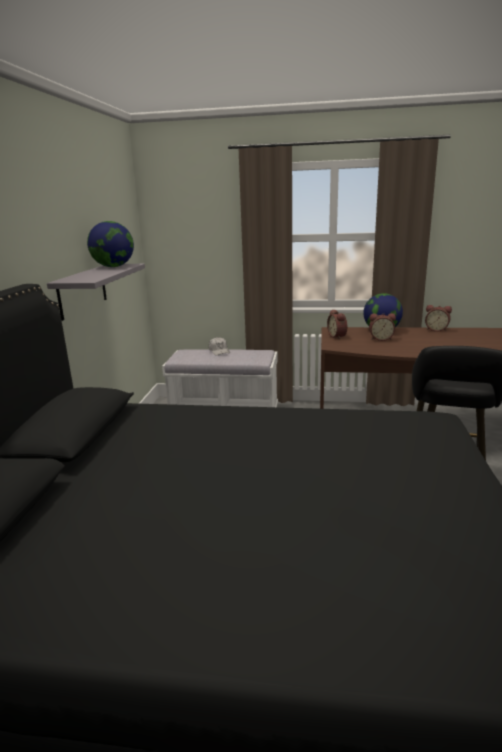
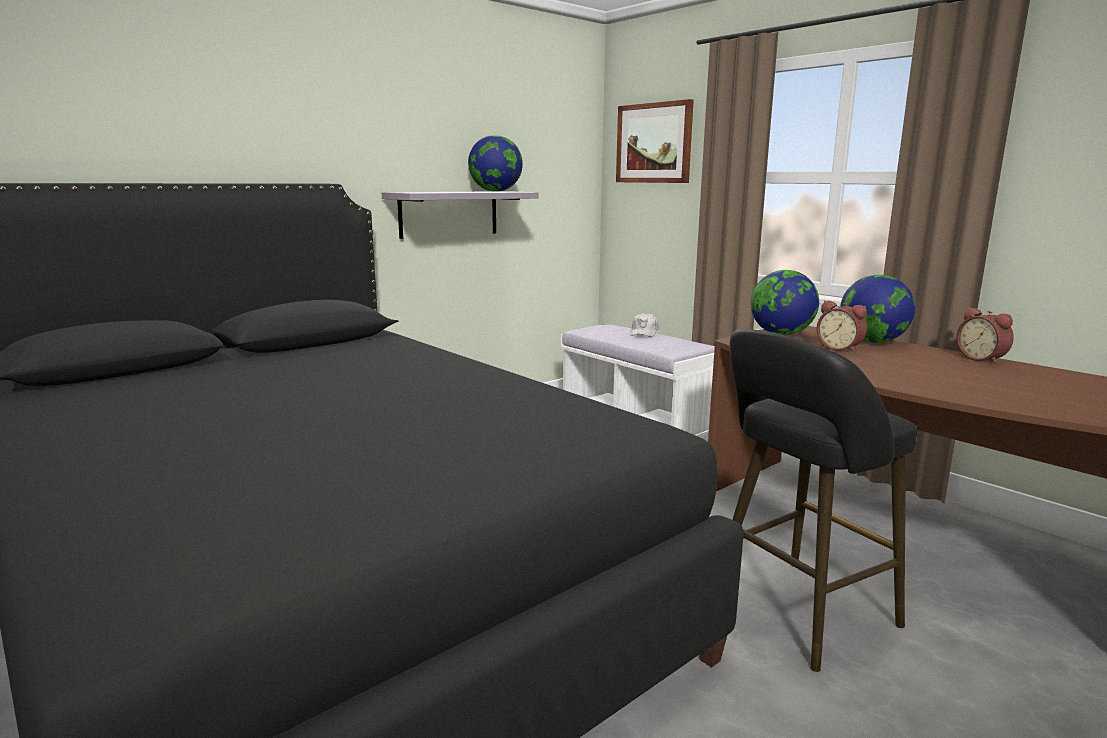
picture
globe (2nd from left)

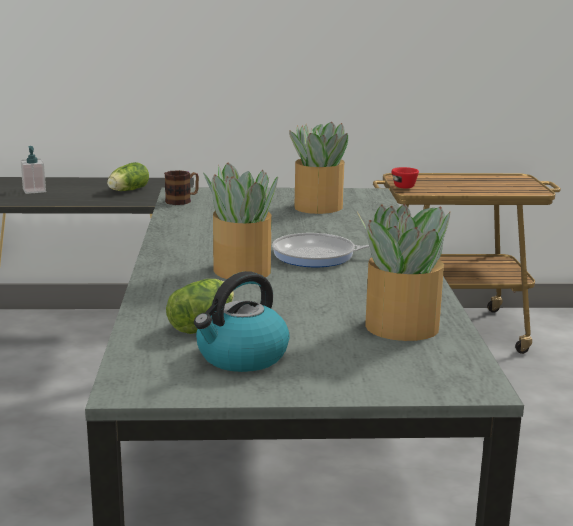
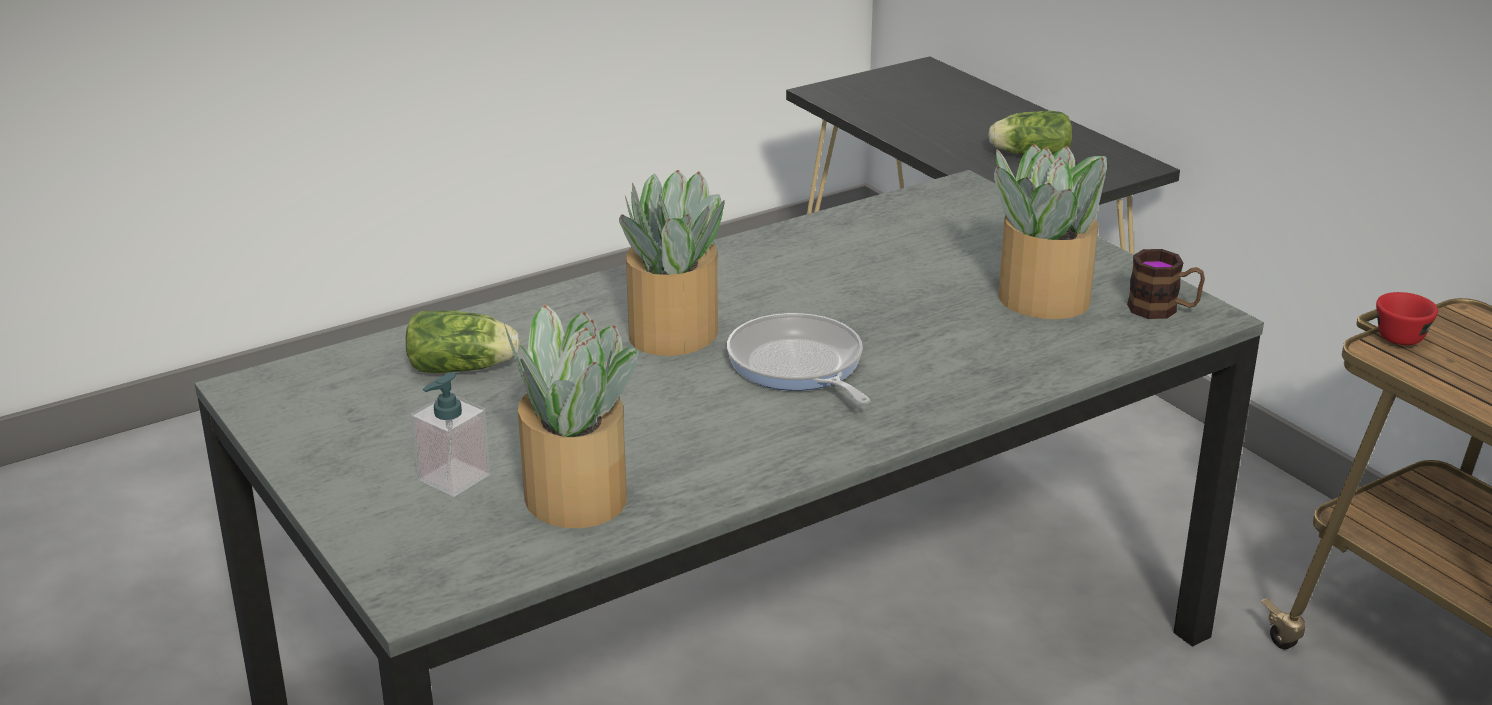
soap dispenser
mug
kettle

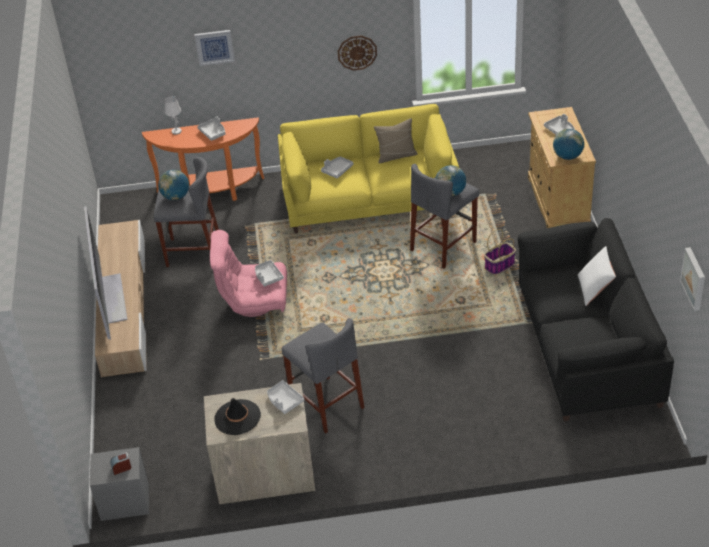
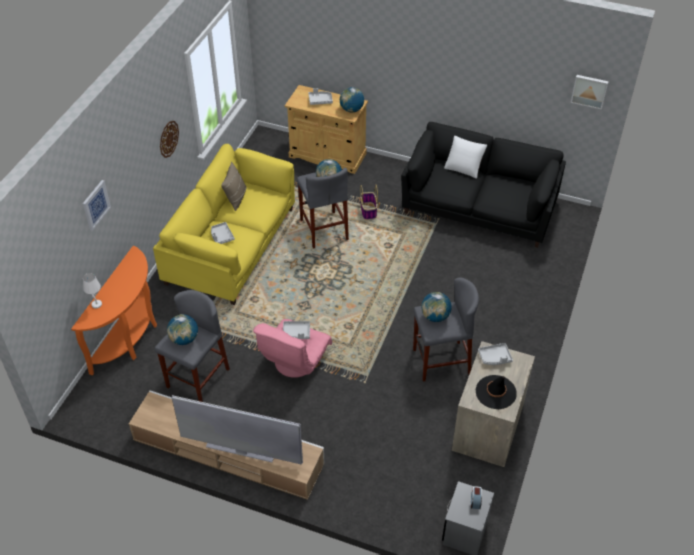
globe (4th from left)
grey tray (1st from left in the first image)

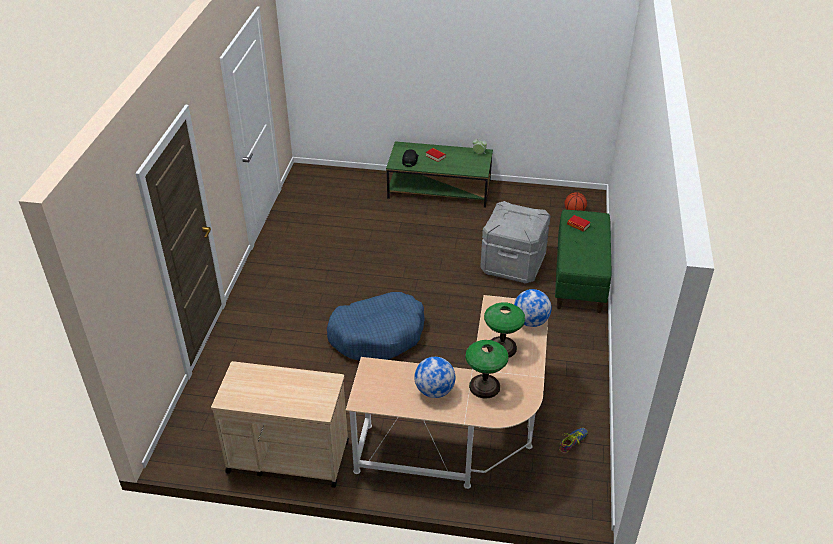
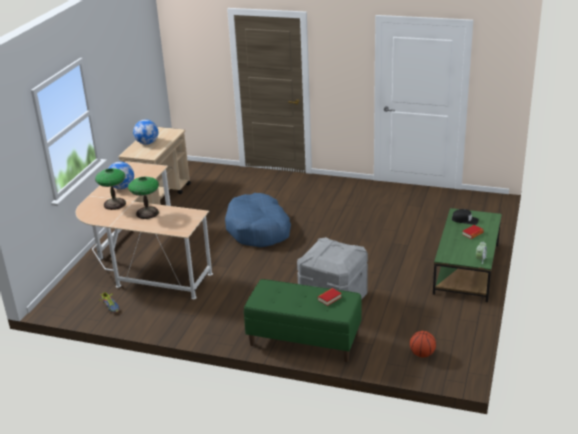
globe (2nd from left)

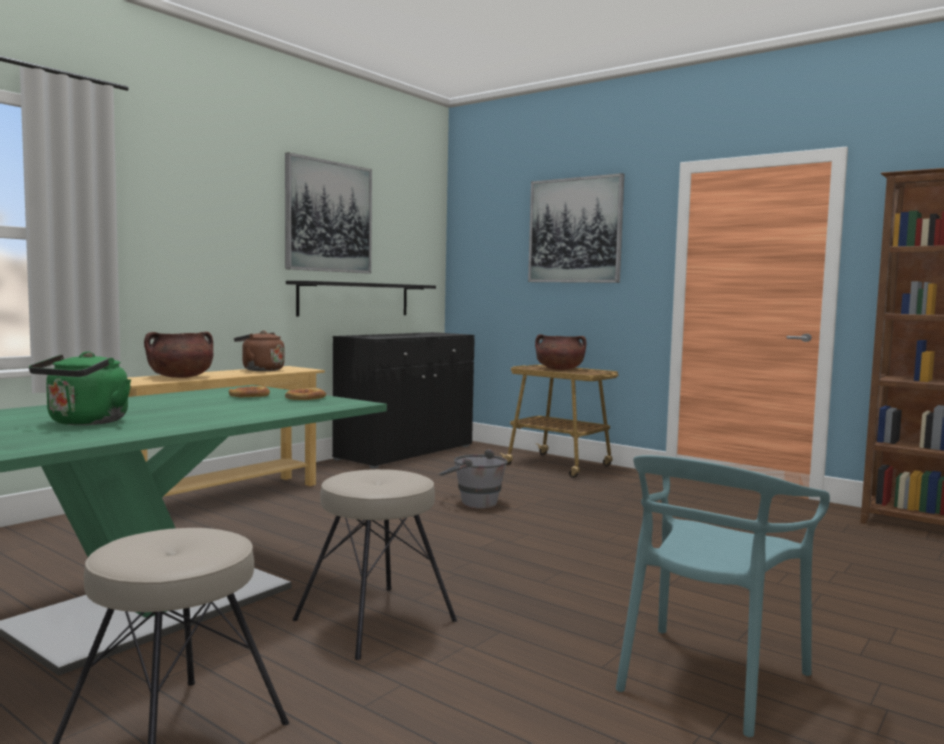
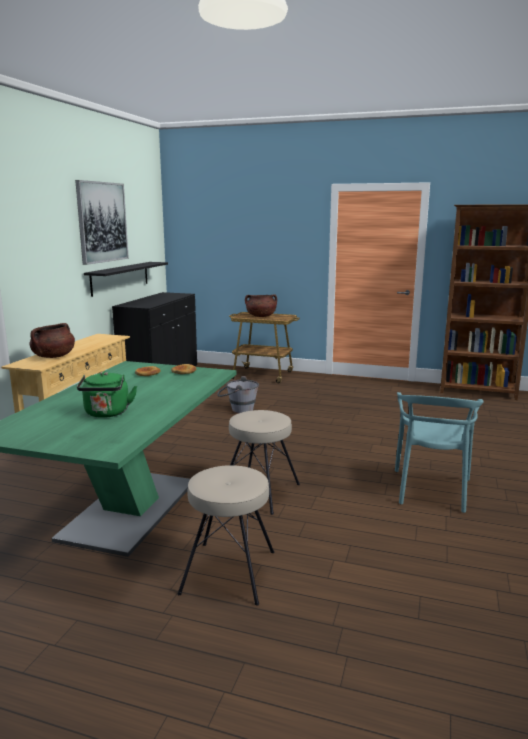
brown kettle
picture (2nd from left in the first image)

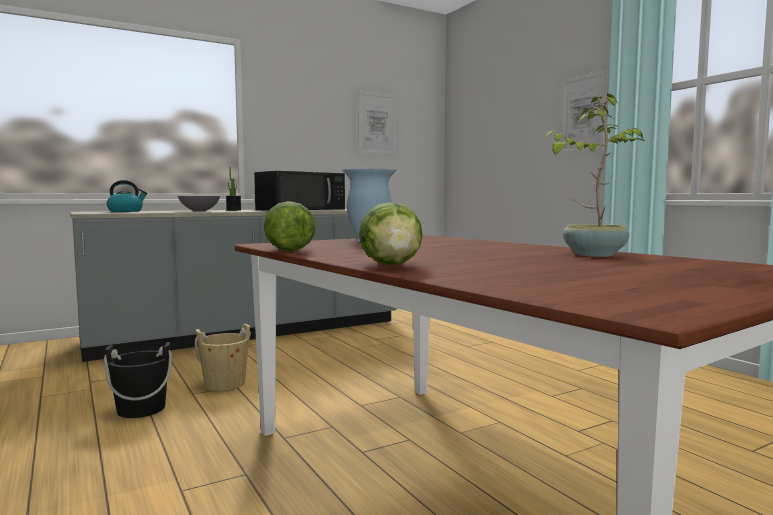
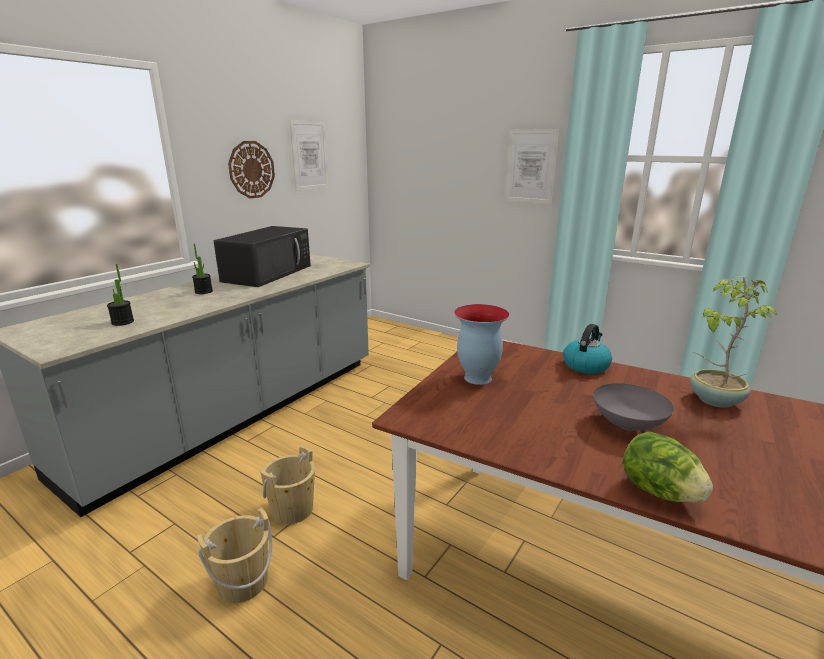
potted plant (1st from left)
beige bucket (1st from left)
wall clock
kettle
grey bowl
lettuce (1st from left in the first image)

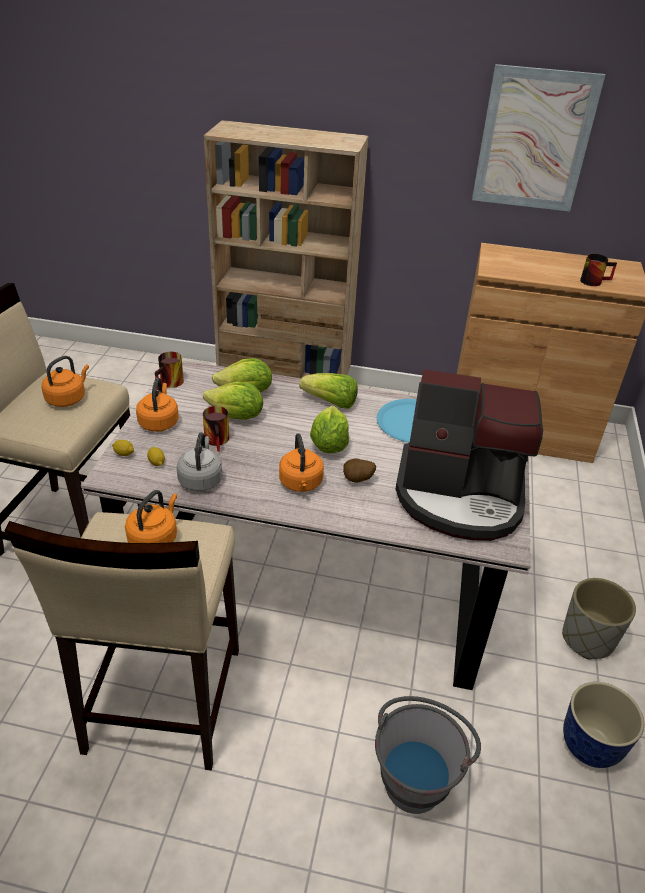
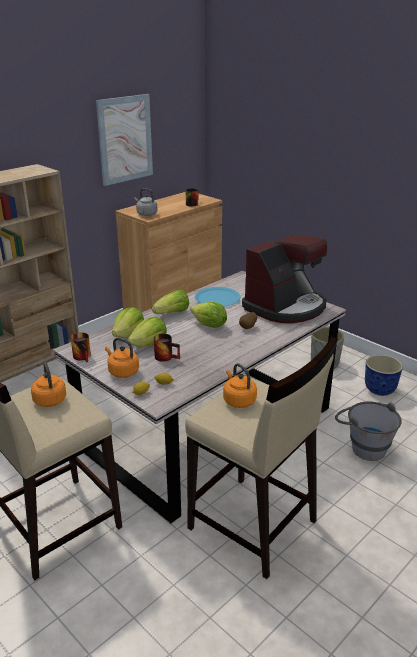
grey kettle
orange kettle (4th from left in the first image)

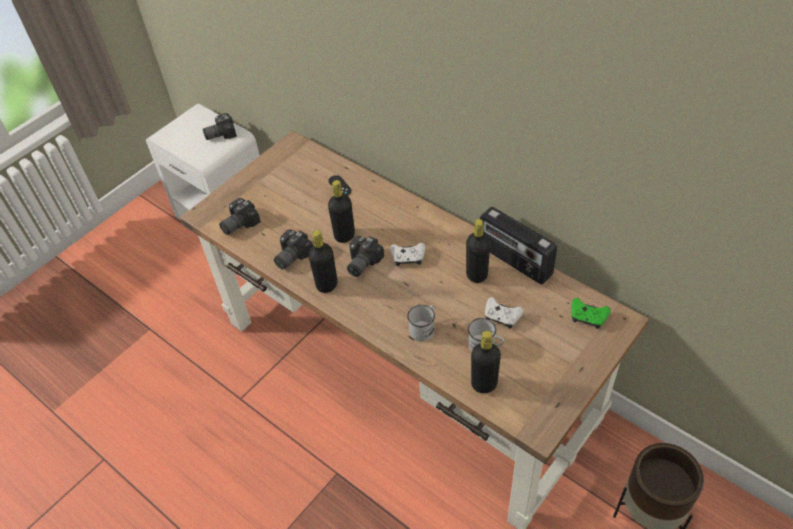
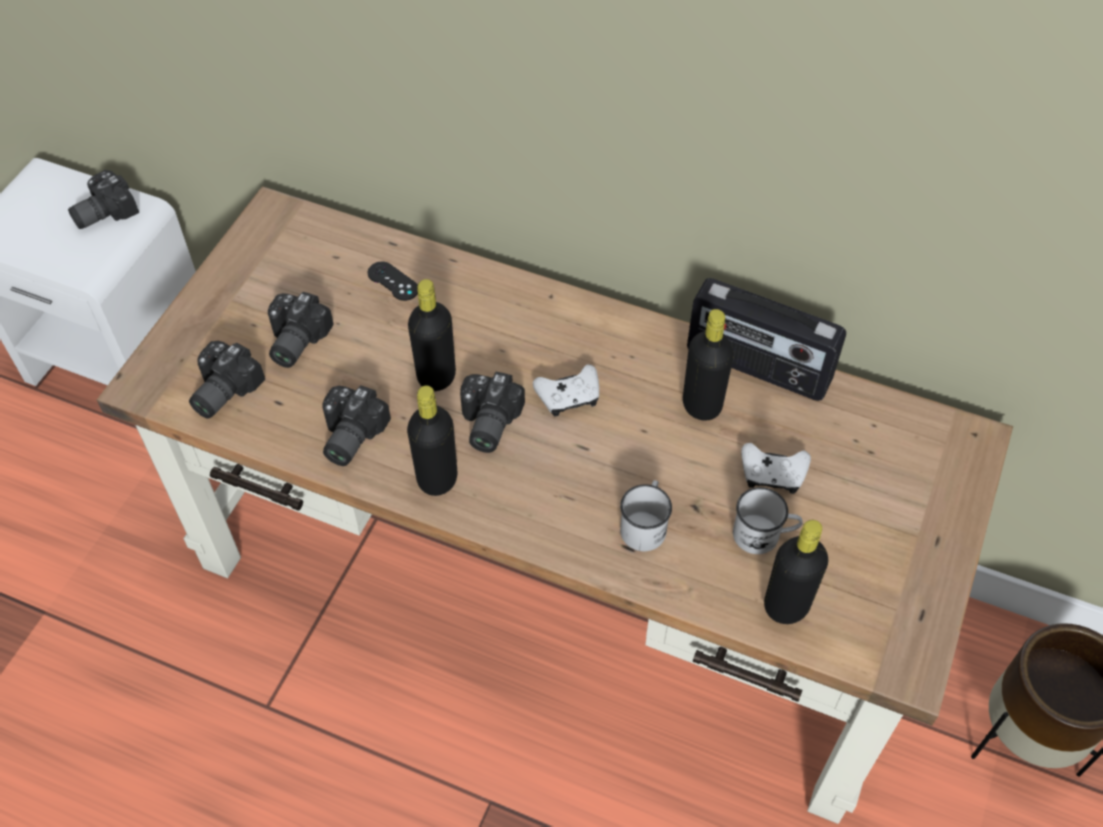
photo camera (3rd from left)
green game controller

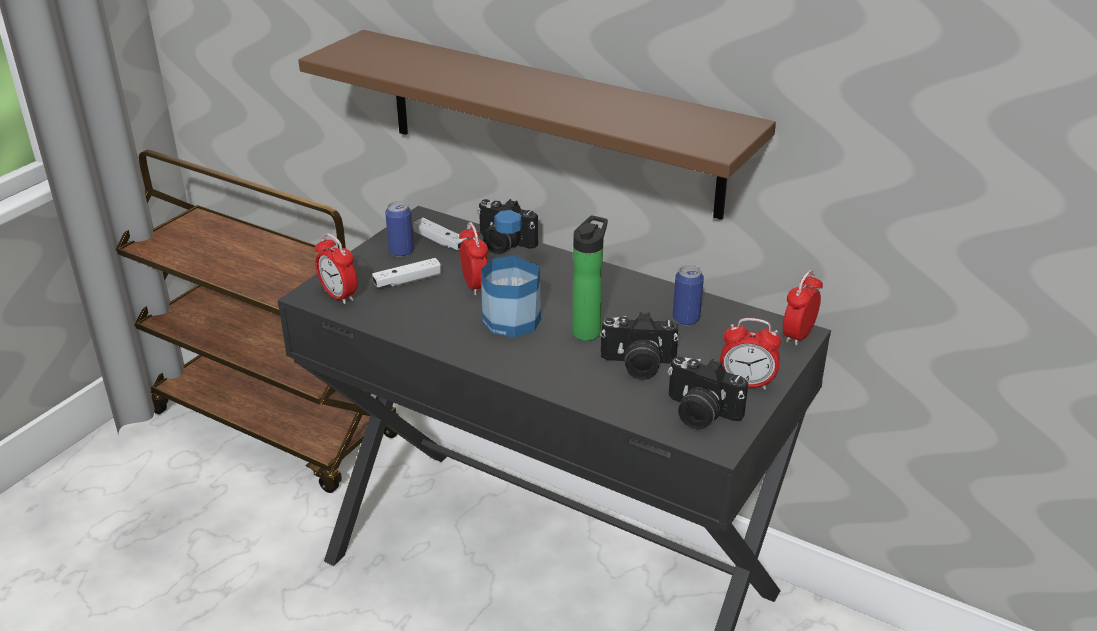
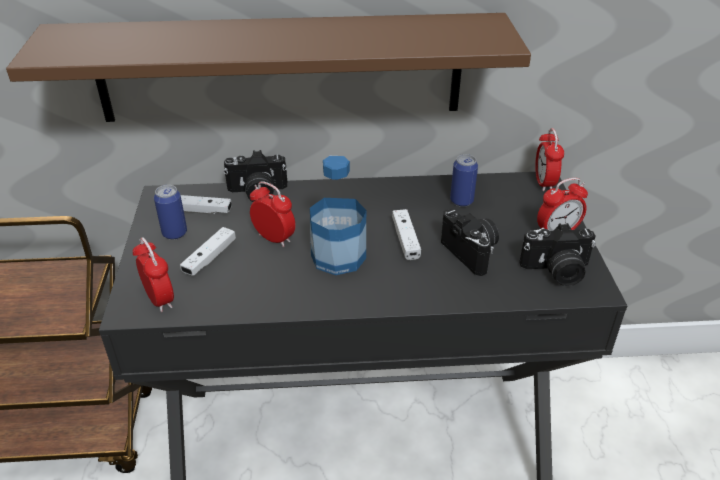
alarm clock (1st from left)
white game controller (3rd from left)
photo camera (2nd from left)

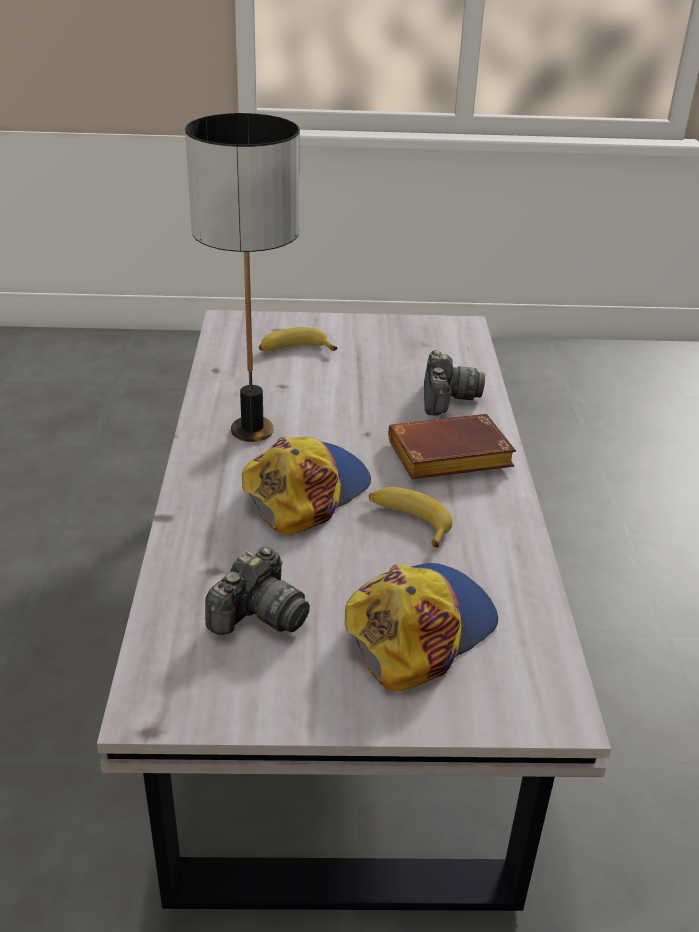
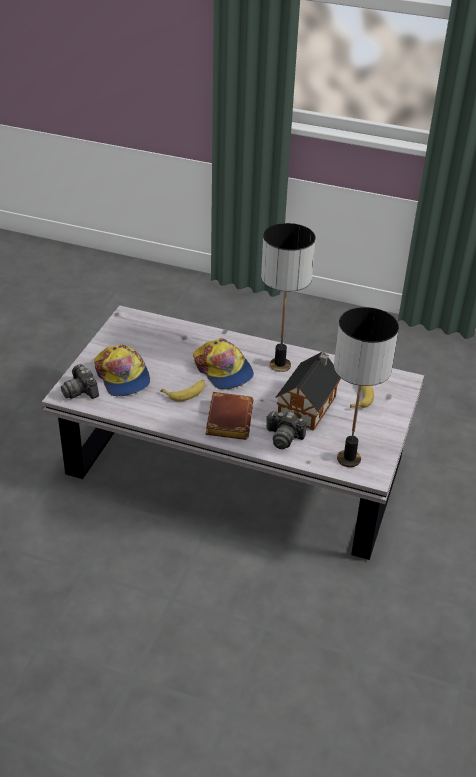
photo camera (1st from left)
toy house
table lamp (2nd from left)

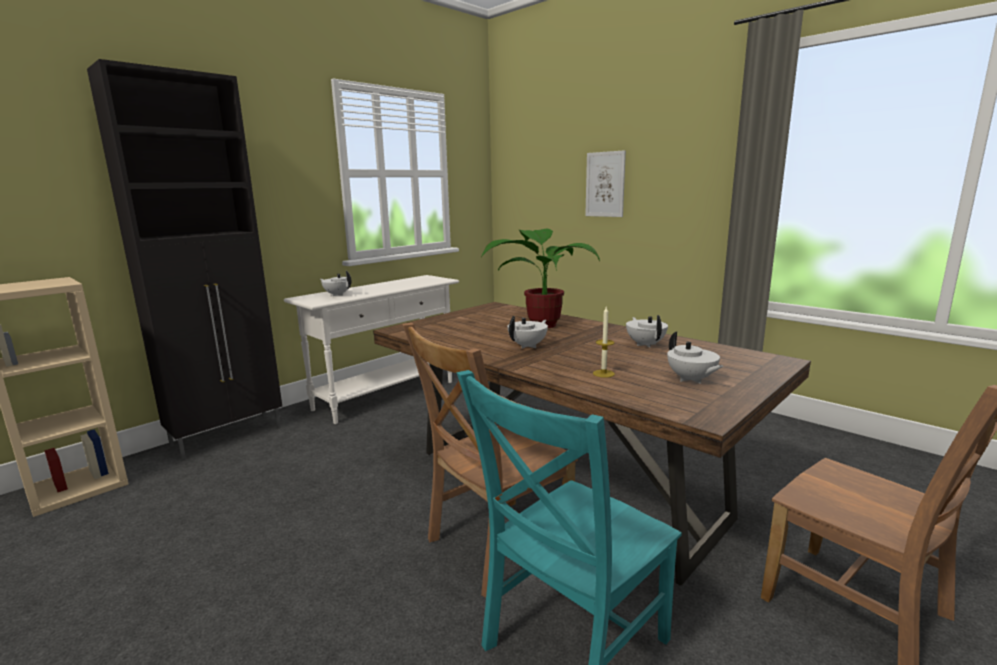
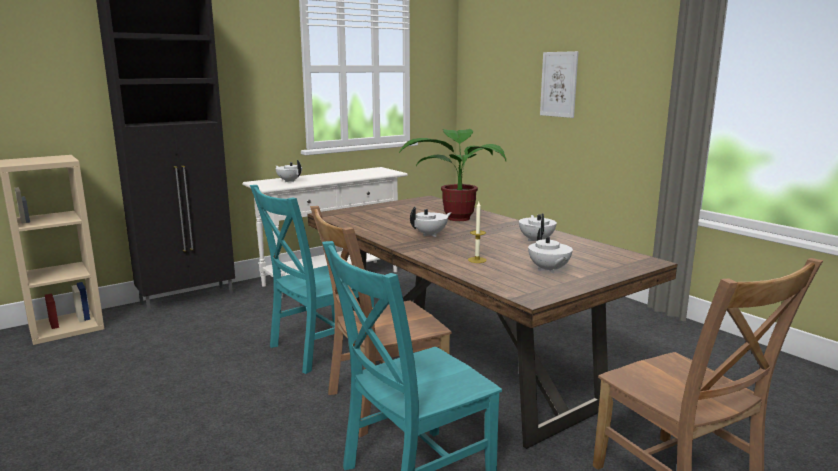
turquoise chair (1st from left)

